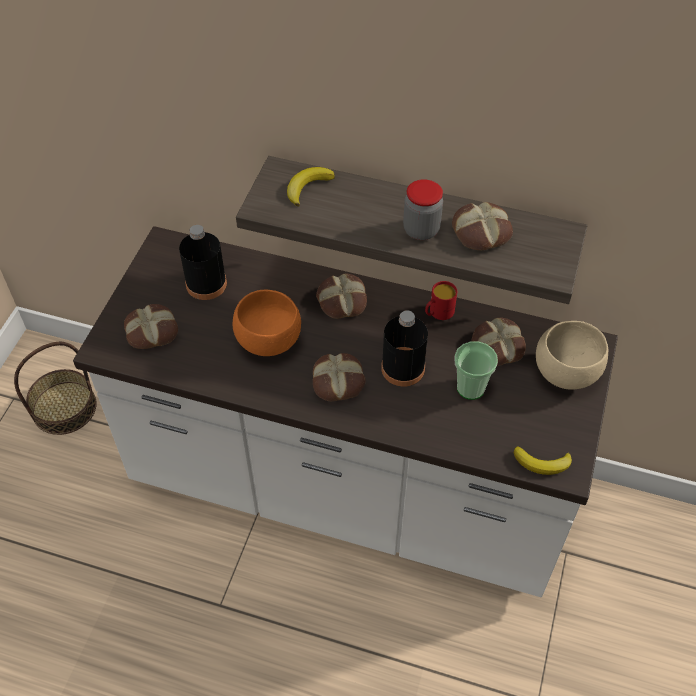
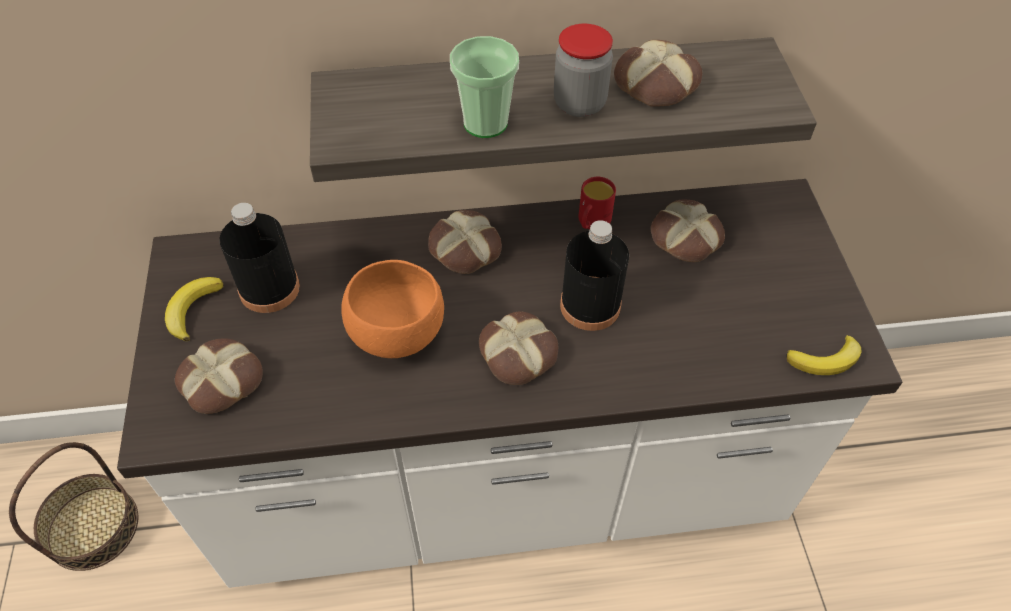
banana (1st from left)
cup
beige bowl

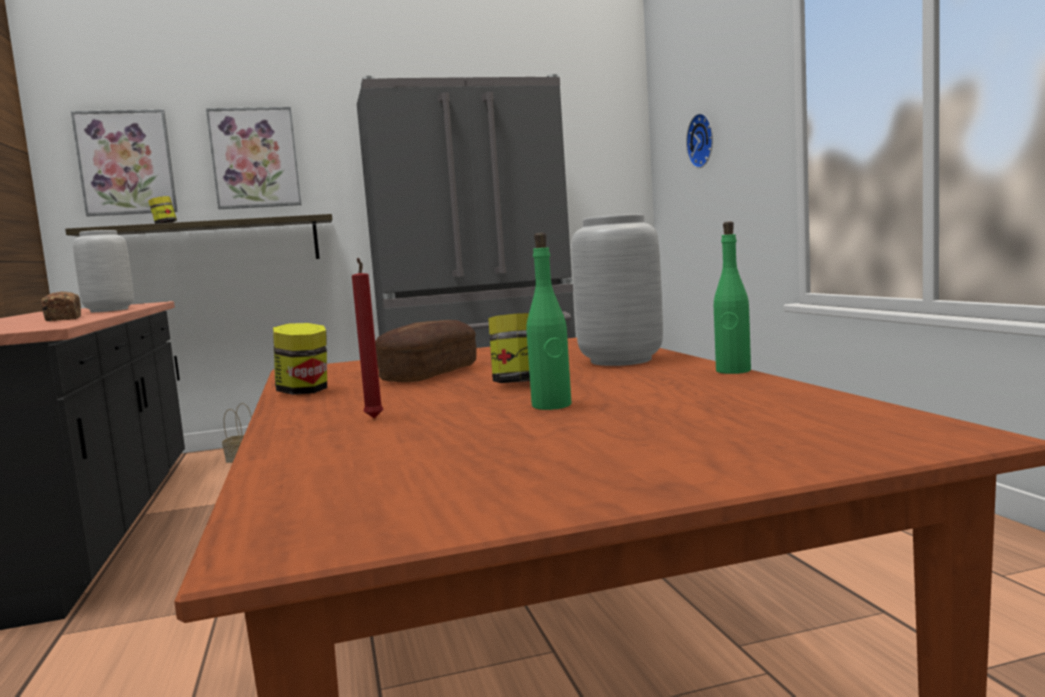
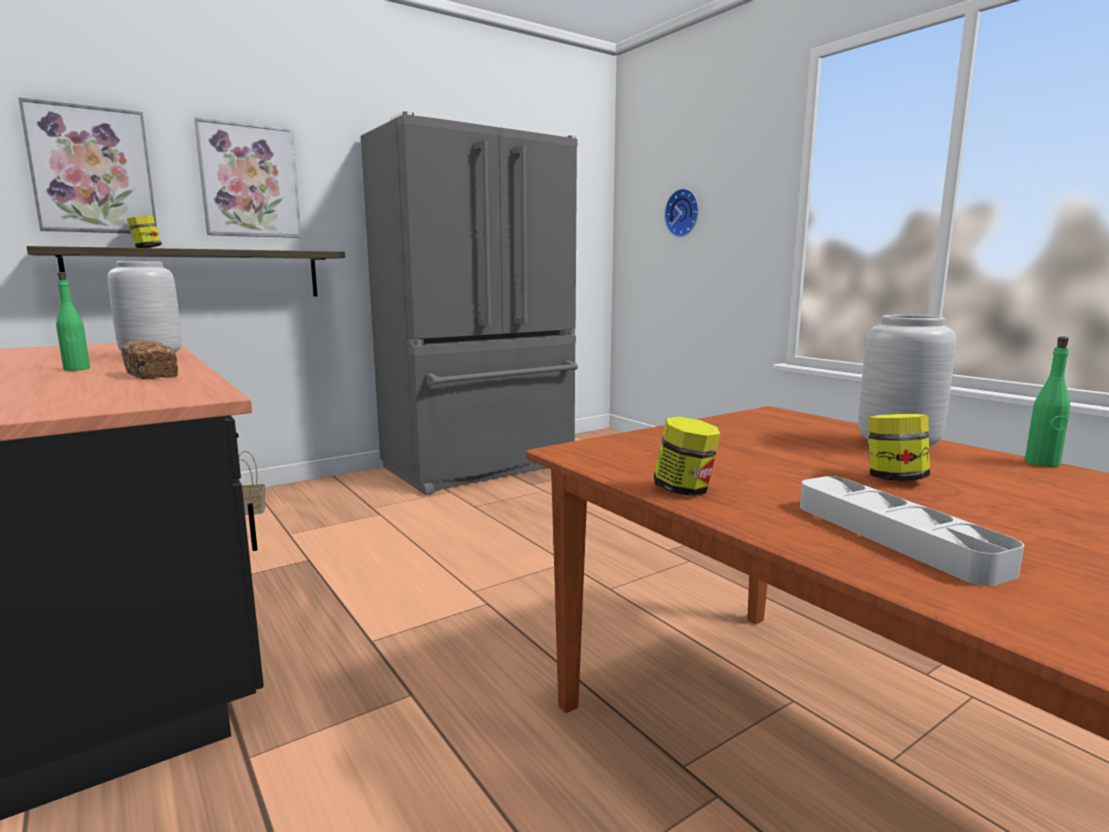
green bottle (1st from left)
grey tray
bread (2nd from left in the first image)

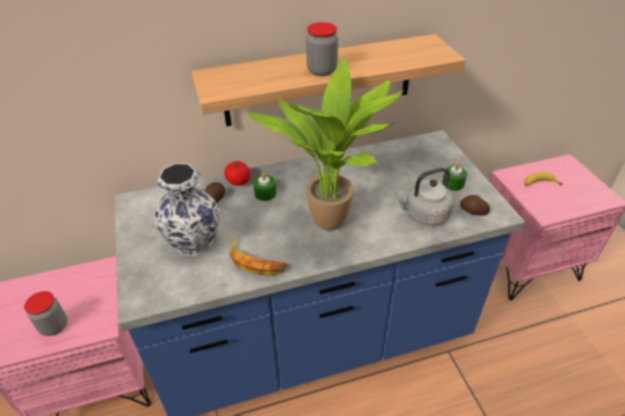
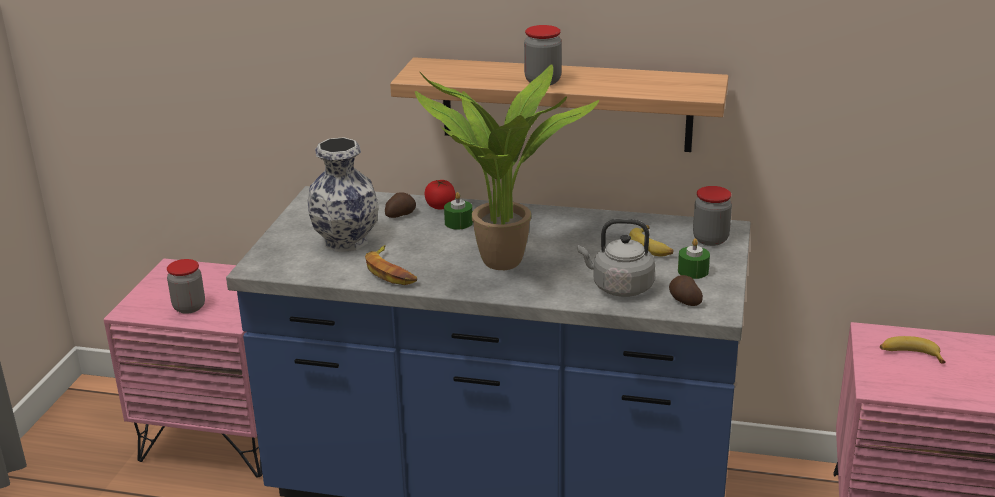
banana (2nd from left)
jar (3rd from left)

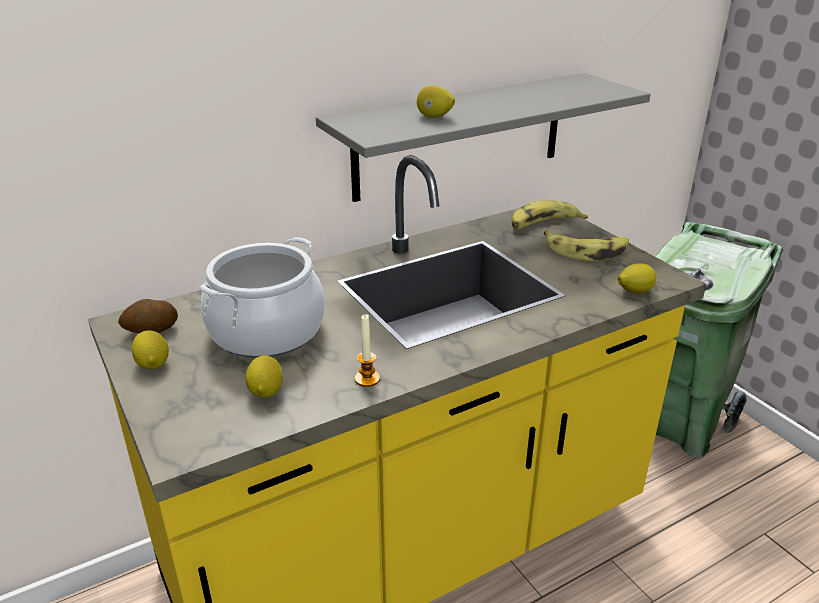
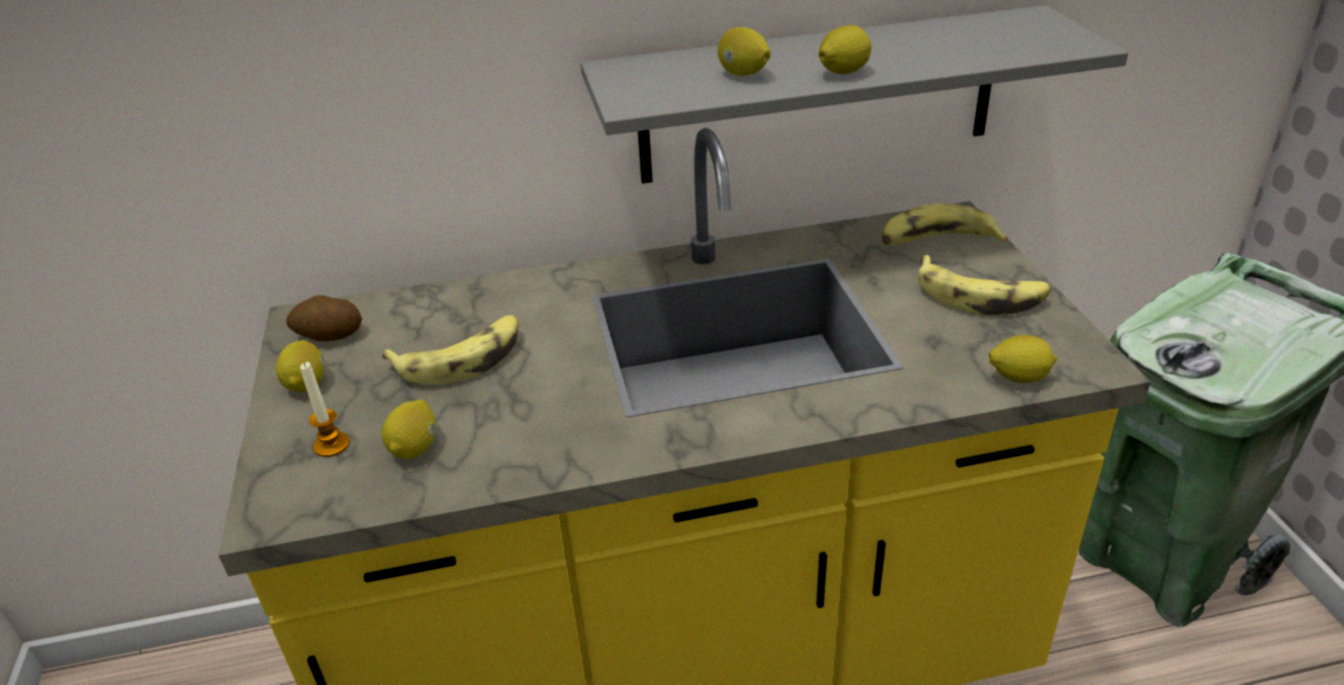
candle
banana (1st from left)
lemon (4th from left)

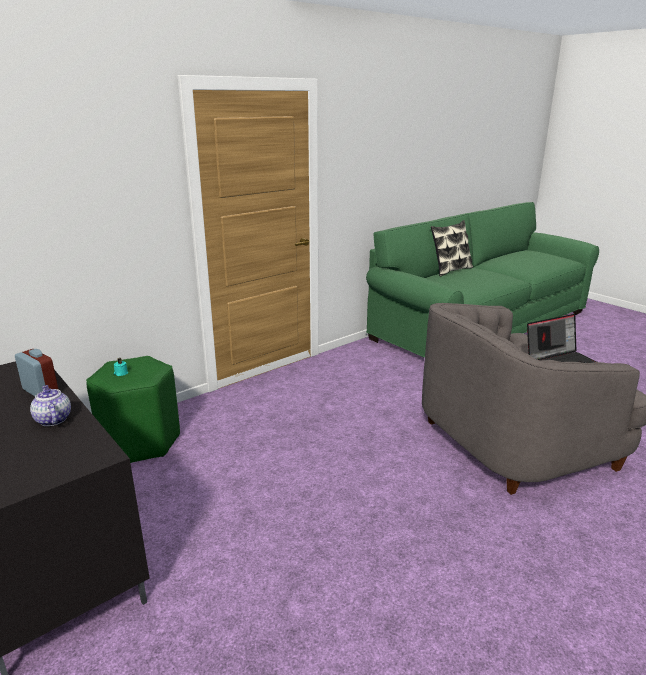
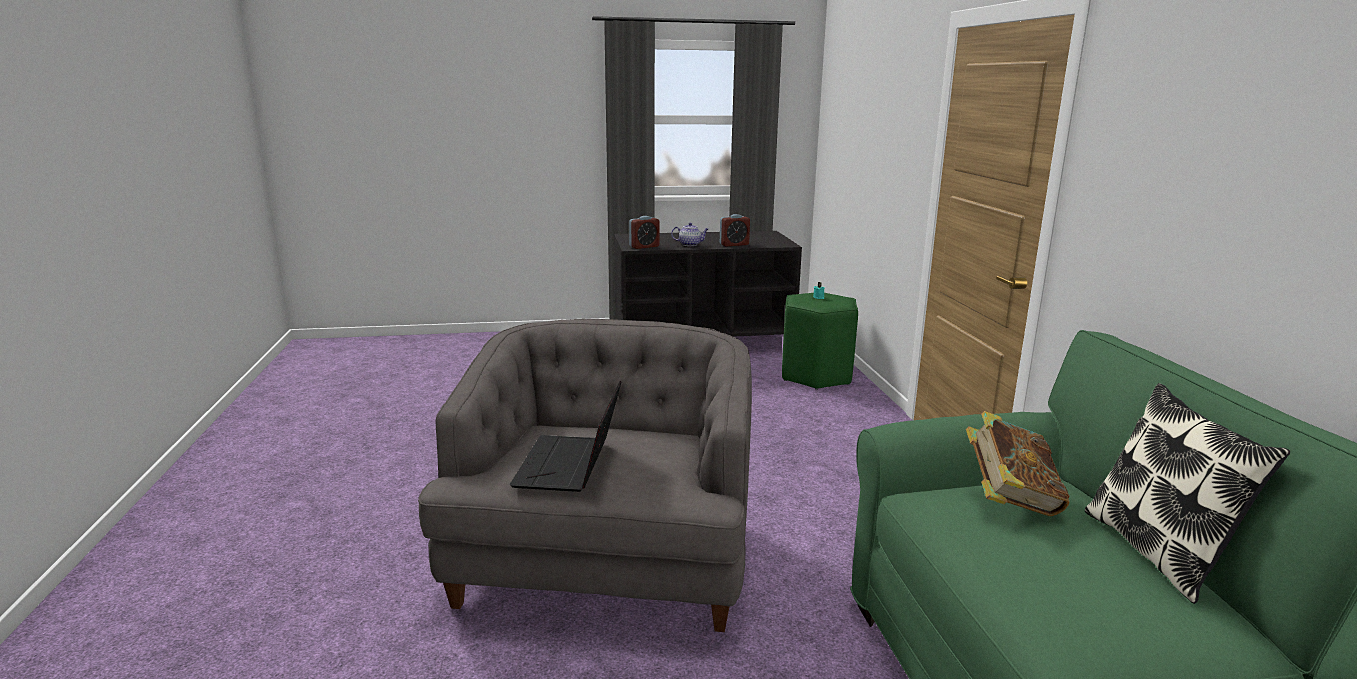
alarm clock (1st from left)
book

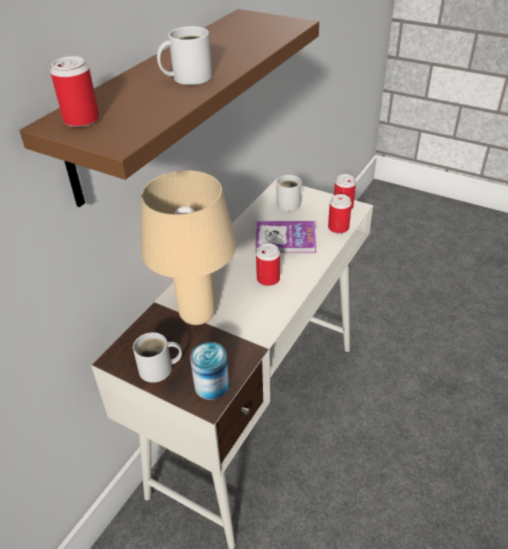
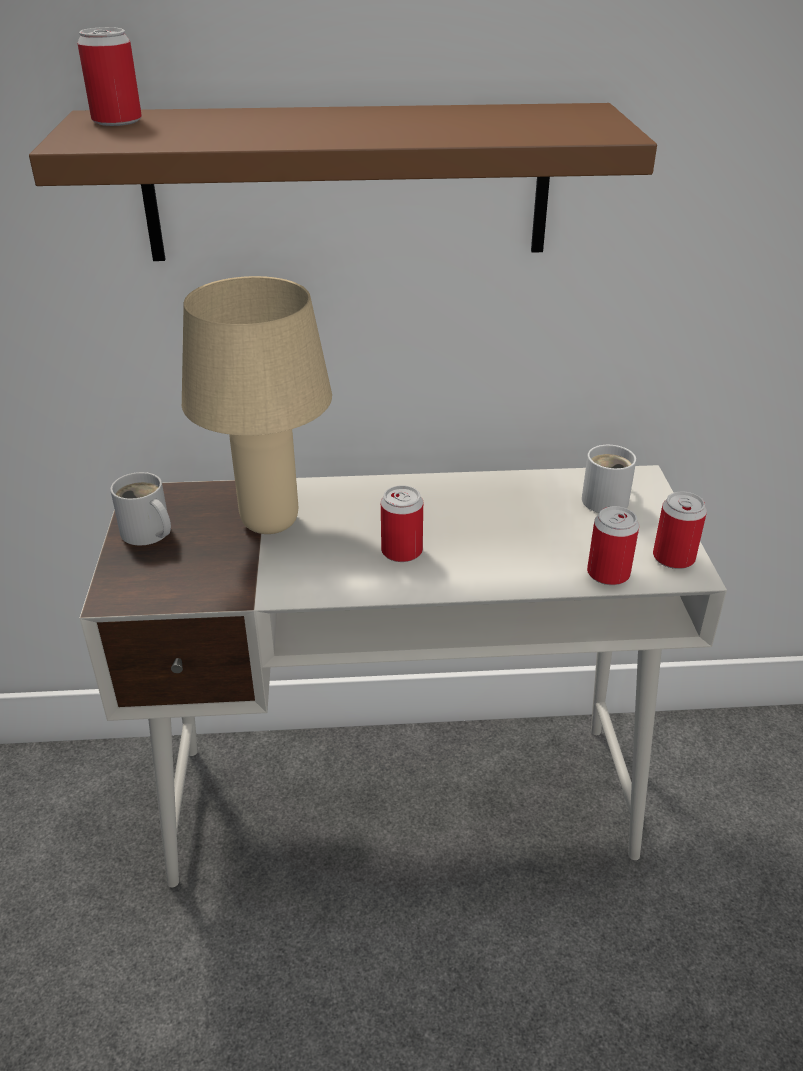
white mug (2nd from left in the first image)
can (2nd from left in the first image)
book

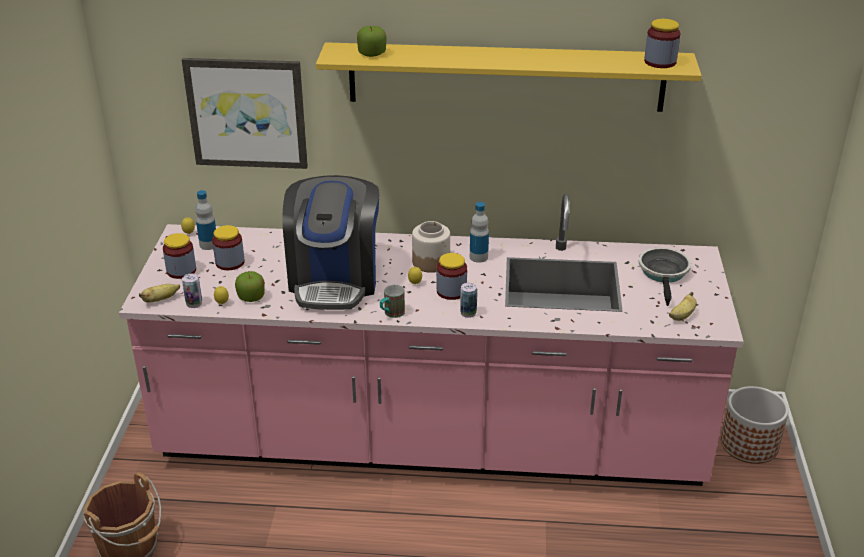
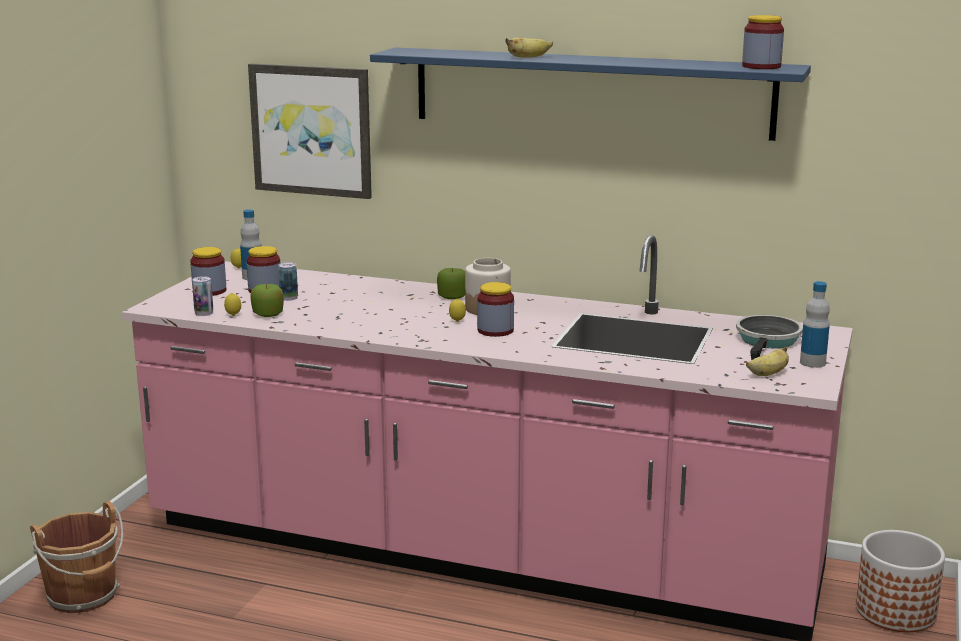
can (2nd from left)
blue shelf
apple (2nd from left)
banana (1st from left)
bottle (2nd from left)
coffee machine
mug

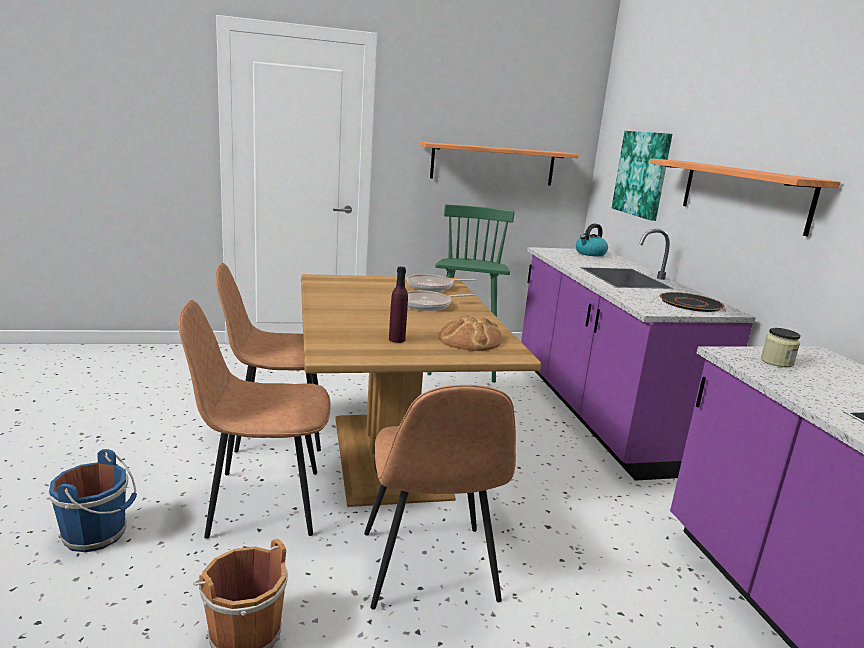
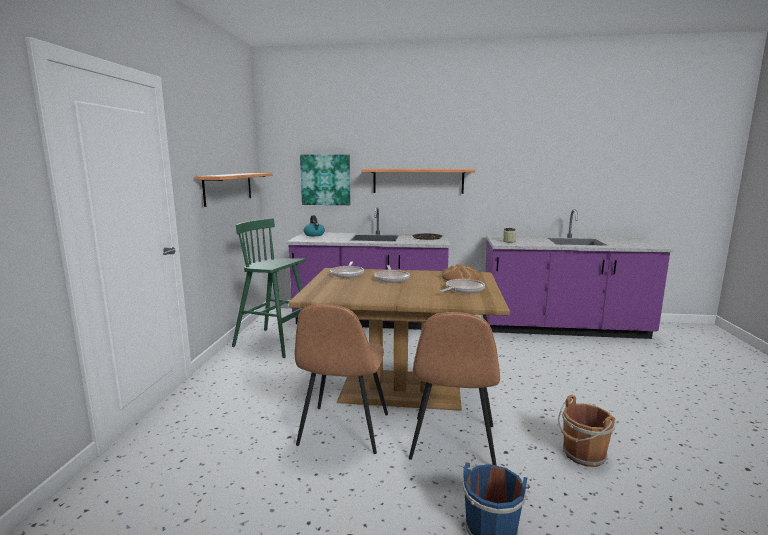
frying pan (3rd from left)
brown chair (3rd from left in the first image)

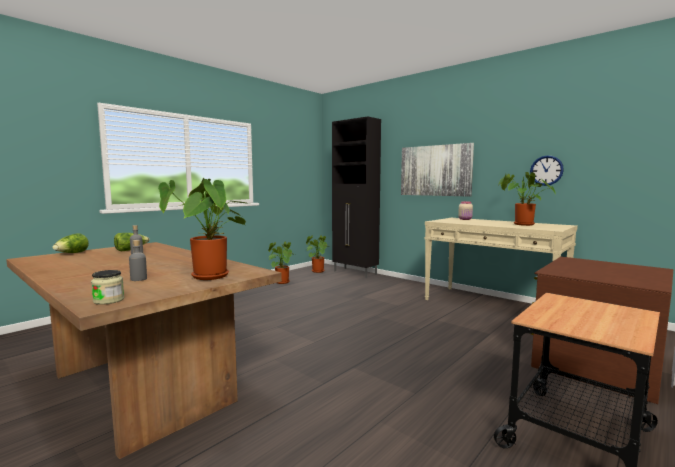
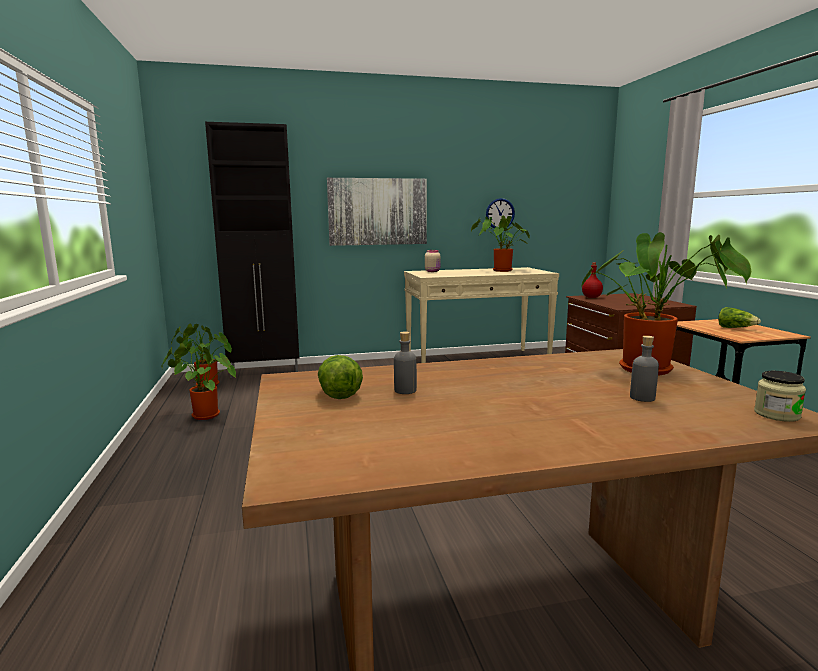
red bottle
lettuce (2nd from left)

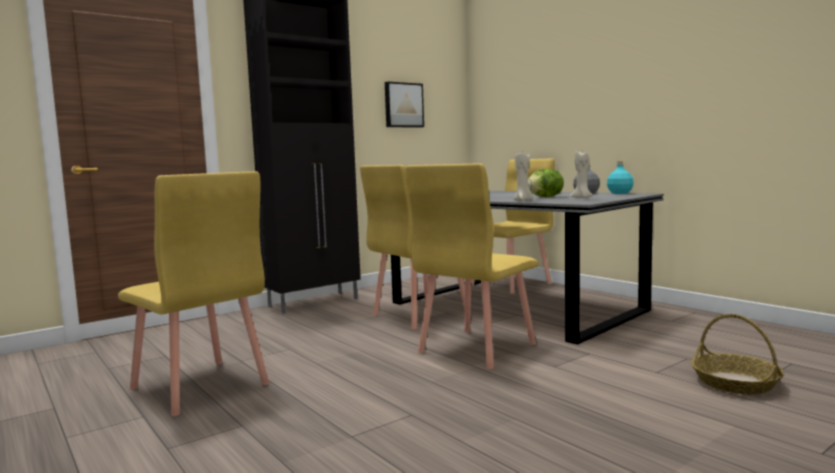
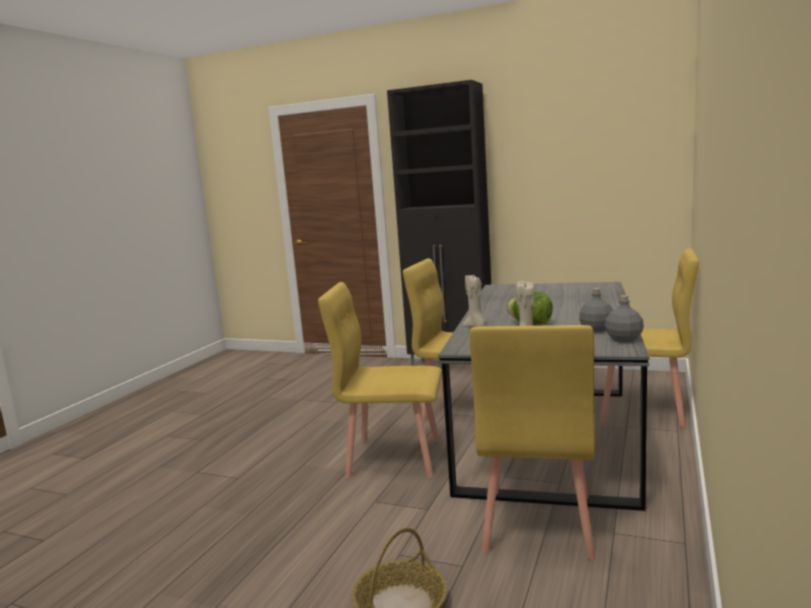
yellow chair (3rd from left)
grey bottle (2nd from left)
picture

